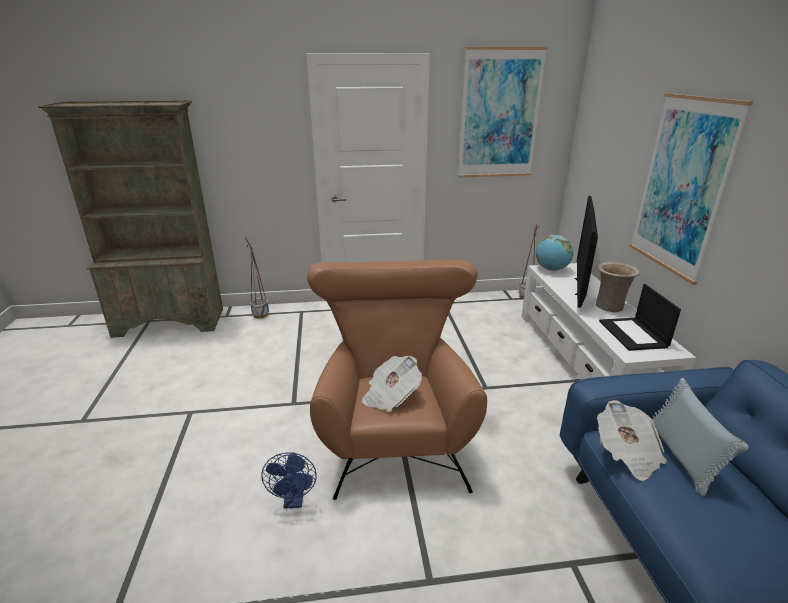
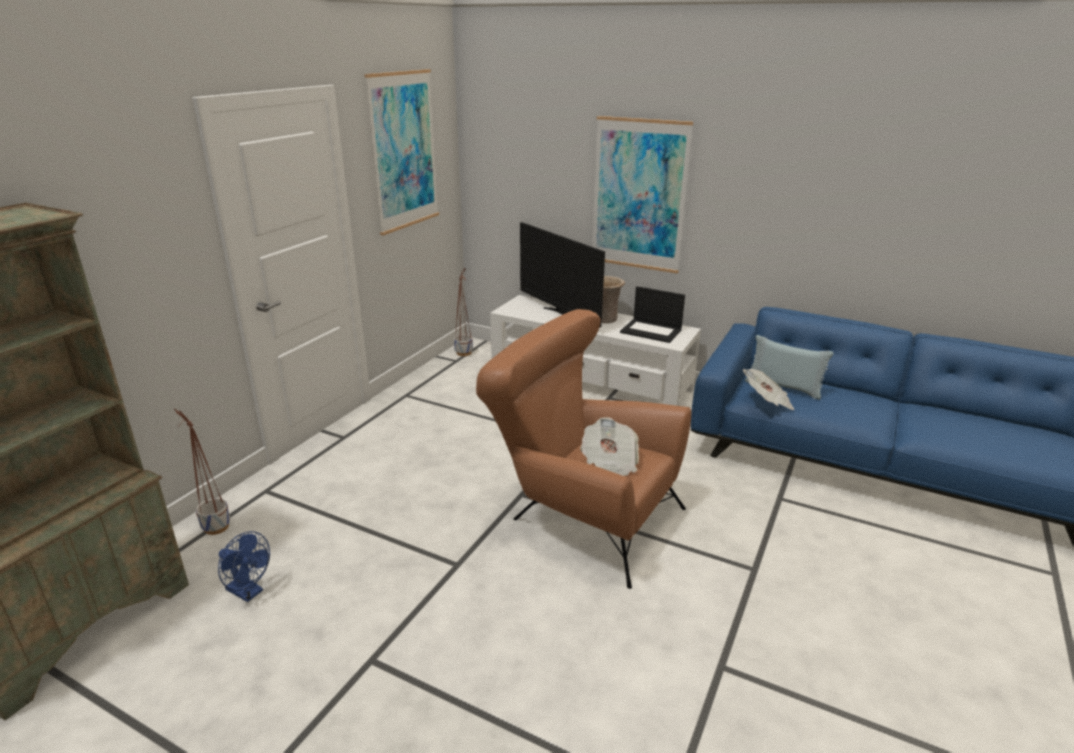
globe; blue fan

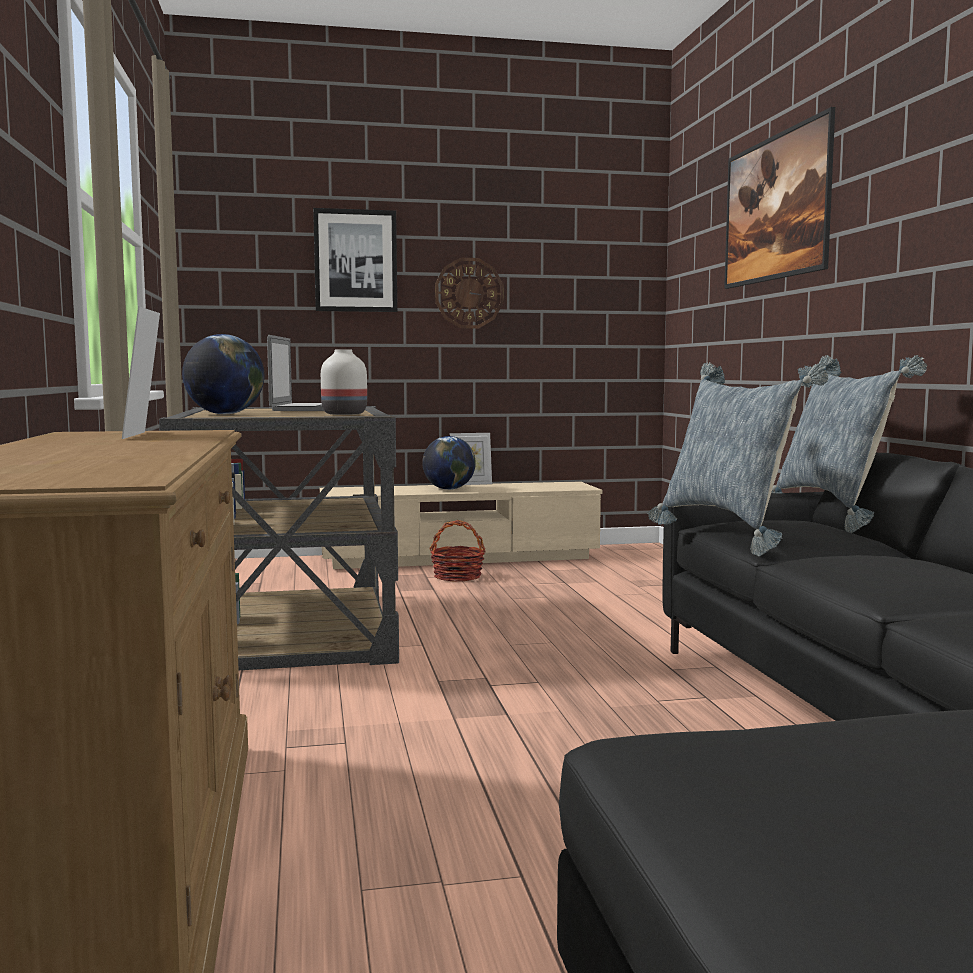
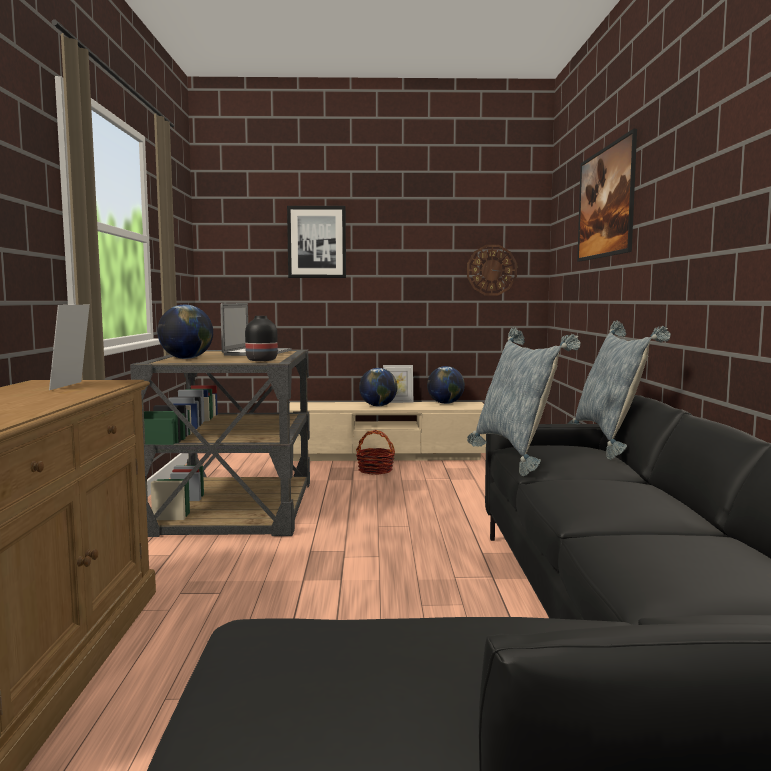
globe (3rd from left); wall clock; black vase

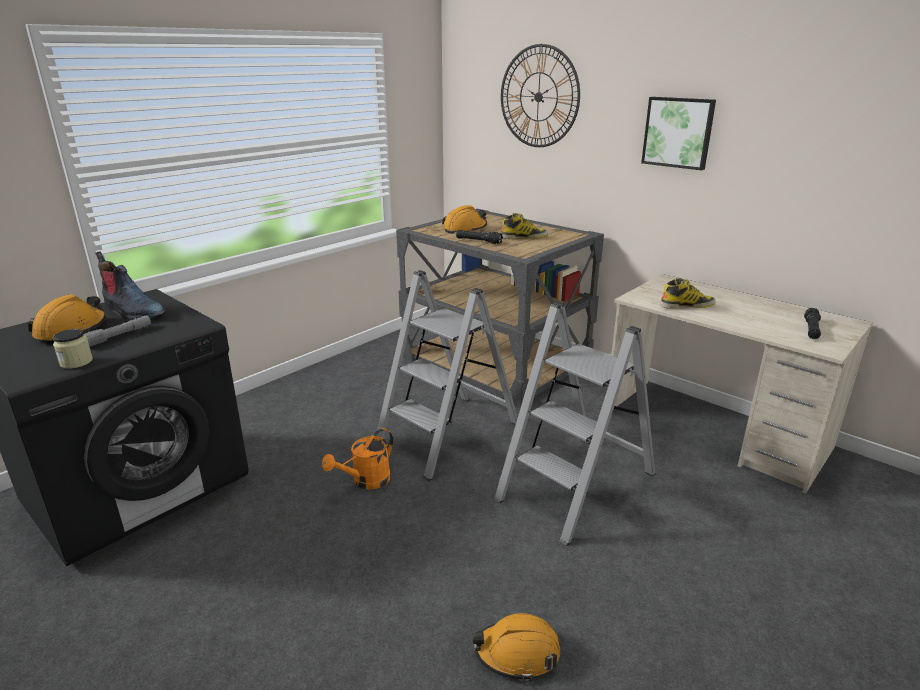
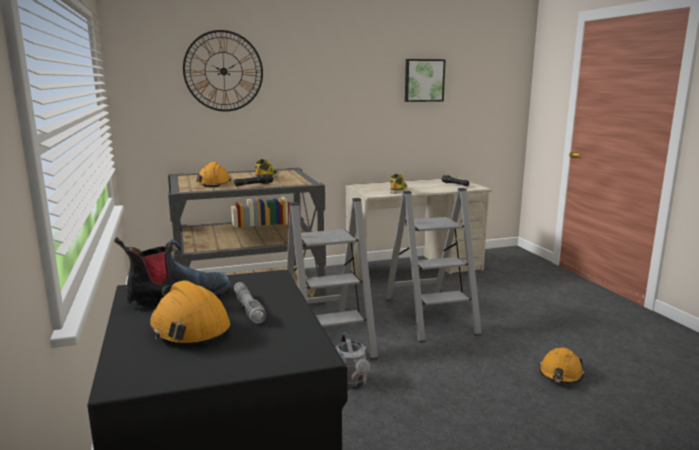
jar; picture; grey watering can

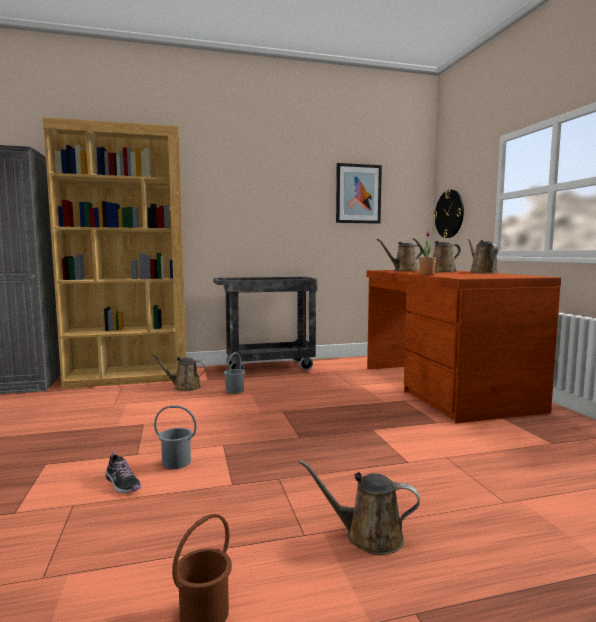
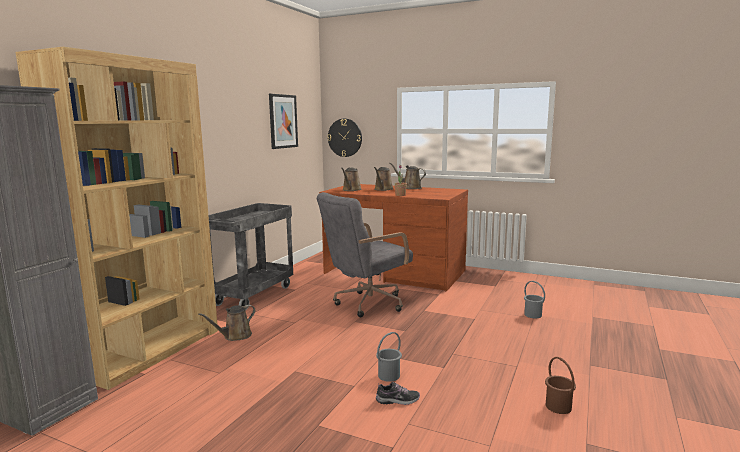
brown watering can (2nd from left in the first image); grey office chair; grey bucket (2nd from left)

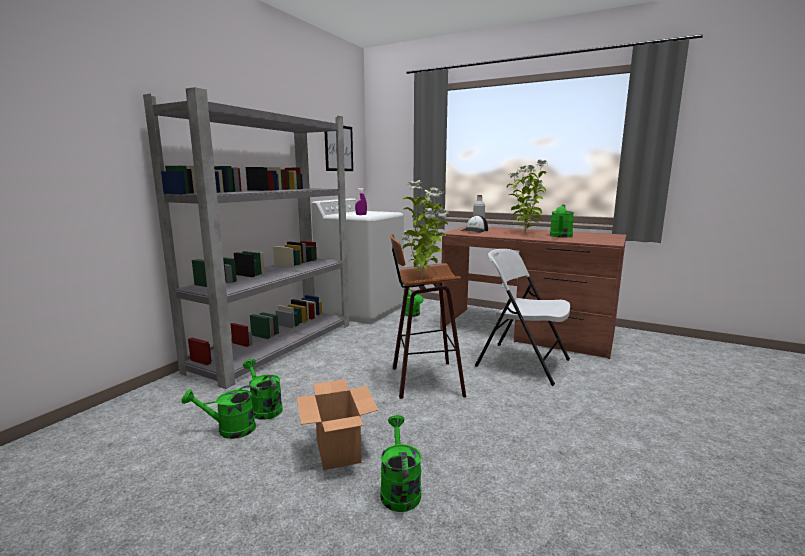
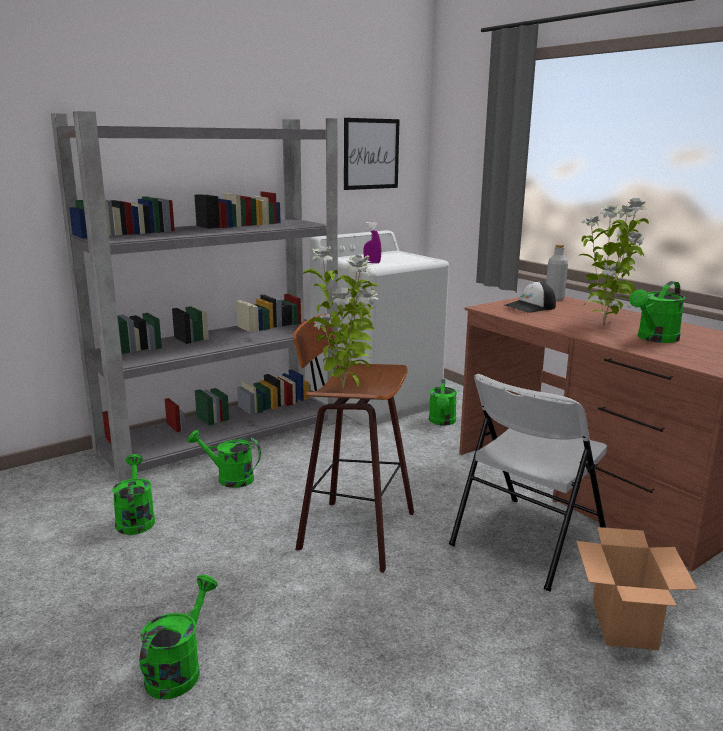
green watering can (3rd from left); cardboard box; white chair

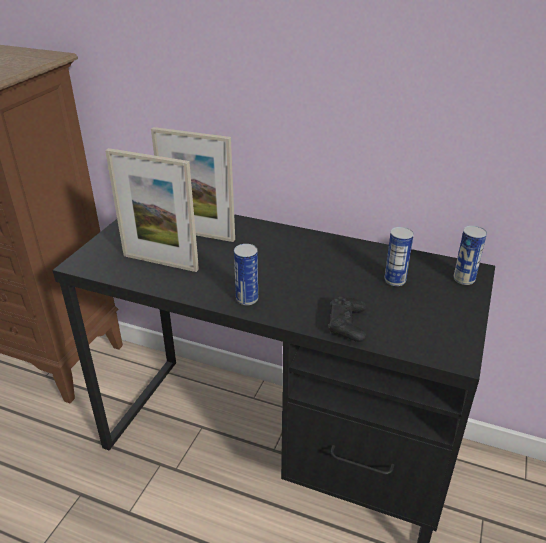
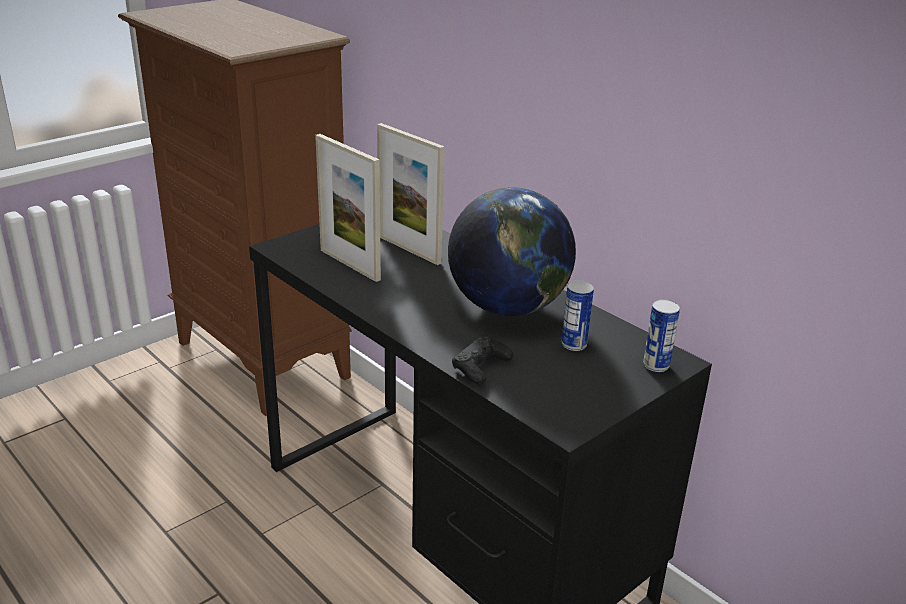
can (1st from left in the first image); globe

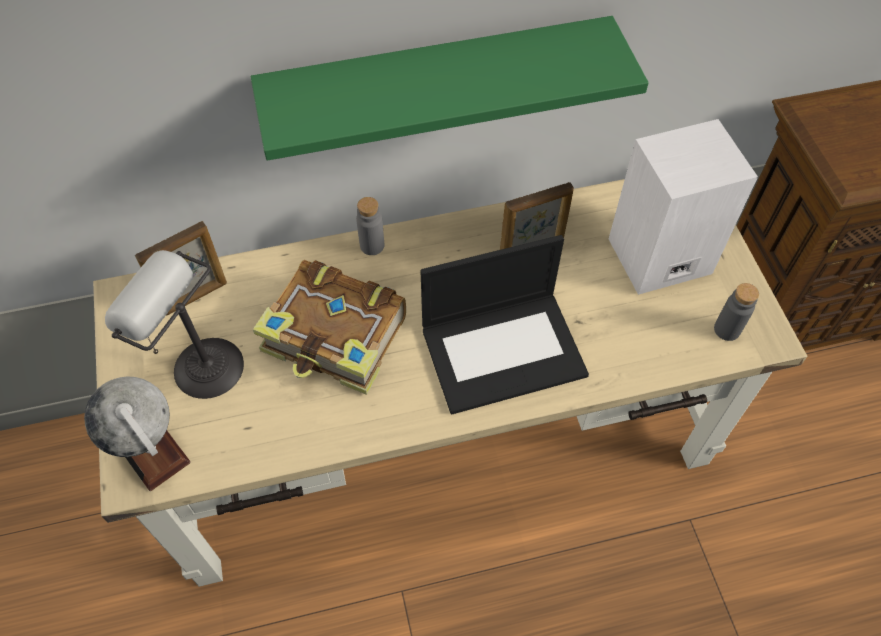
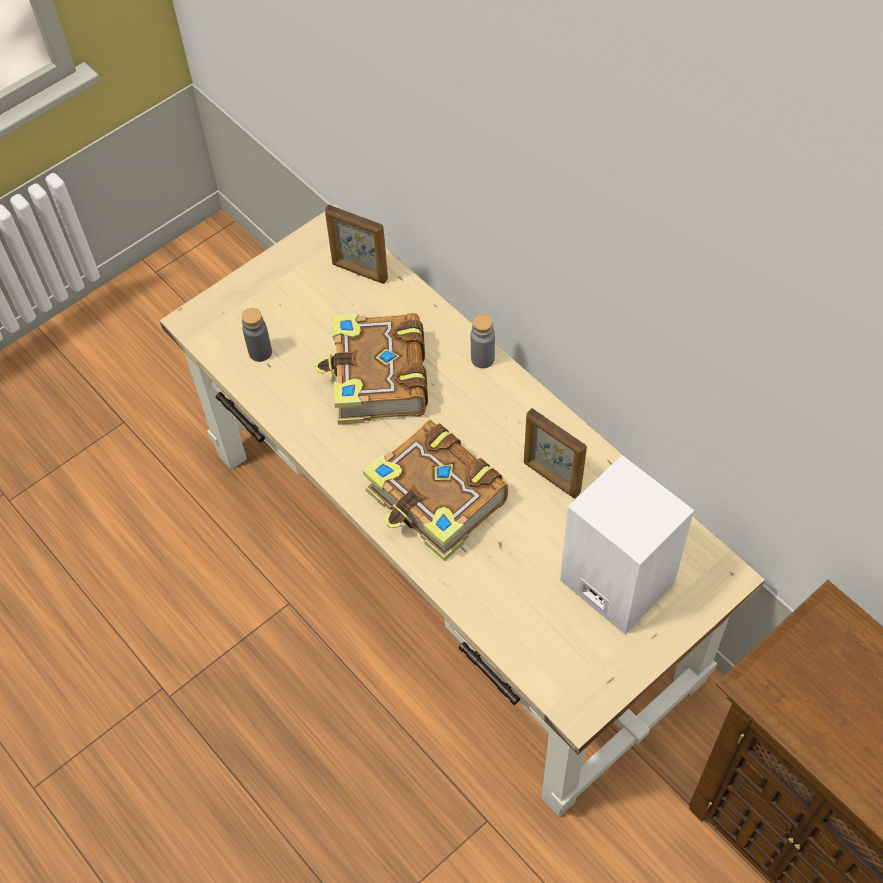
globe; table lamp; green shelf; grey bottle (1st from left); book (2nd from left)

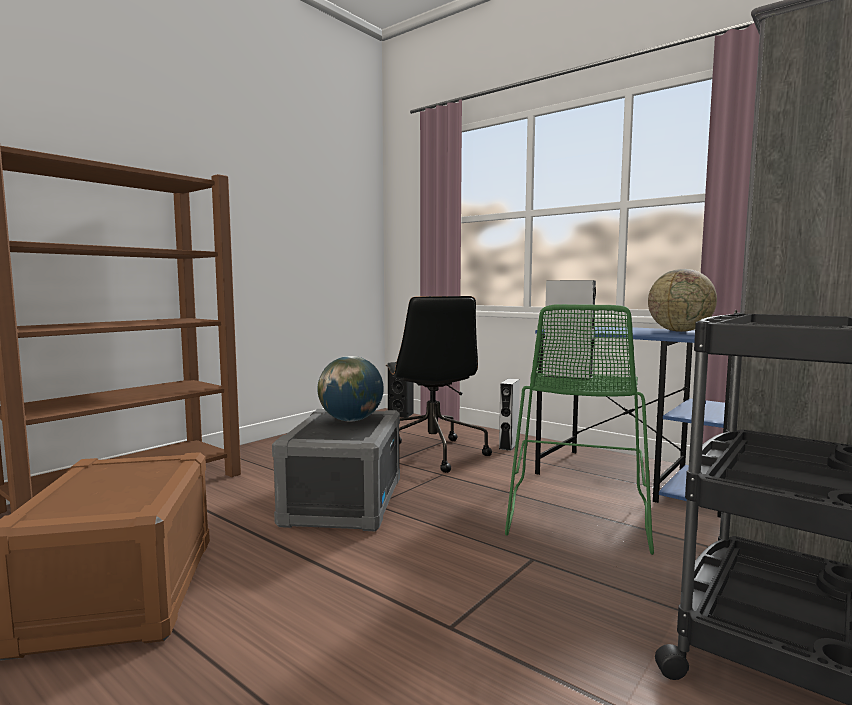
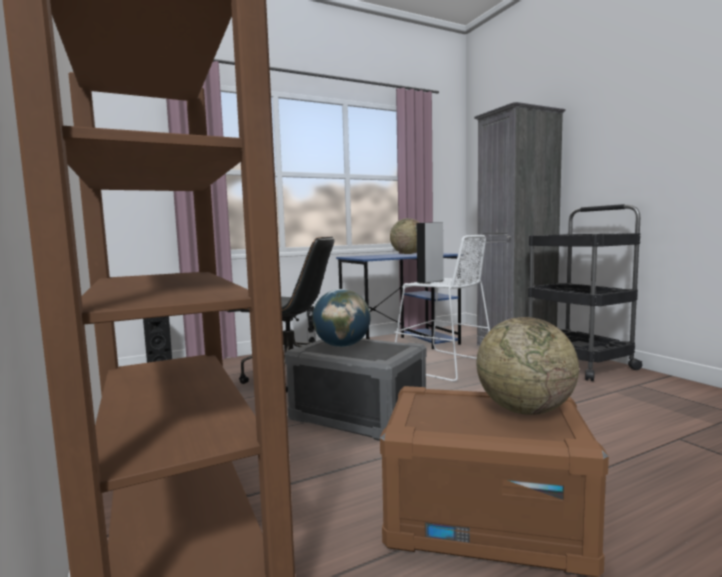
globe (3rd from left); white stool

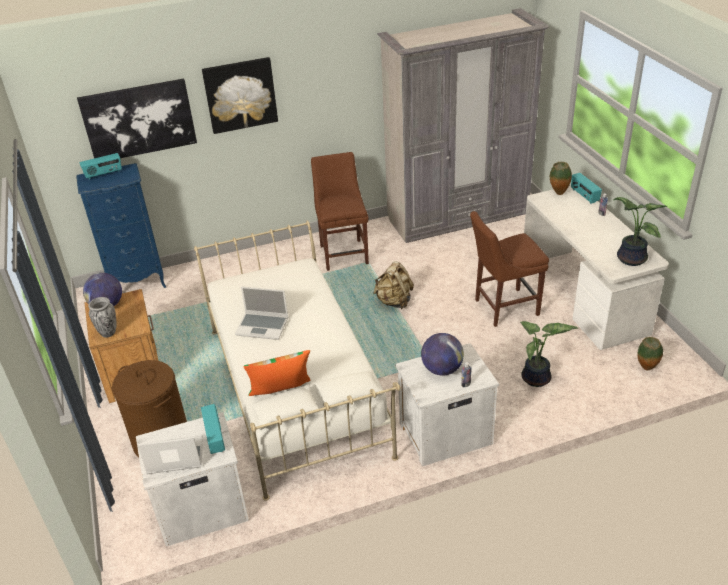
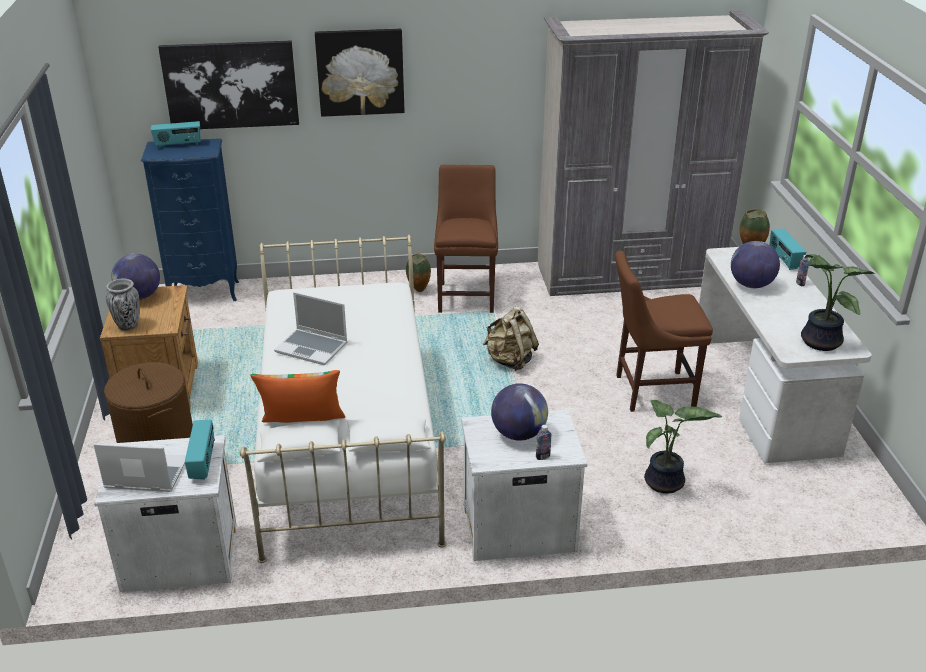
globe (3rd from left); vase (2nd from left)

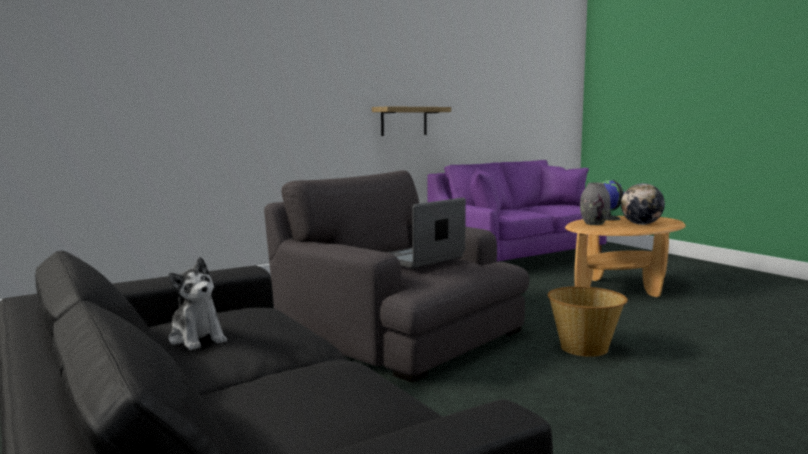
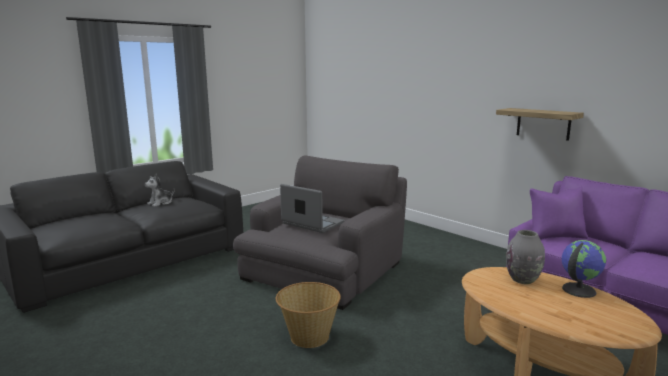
globe (2nd from left in the first image)

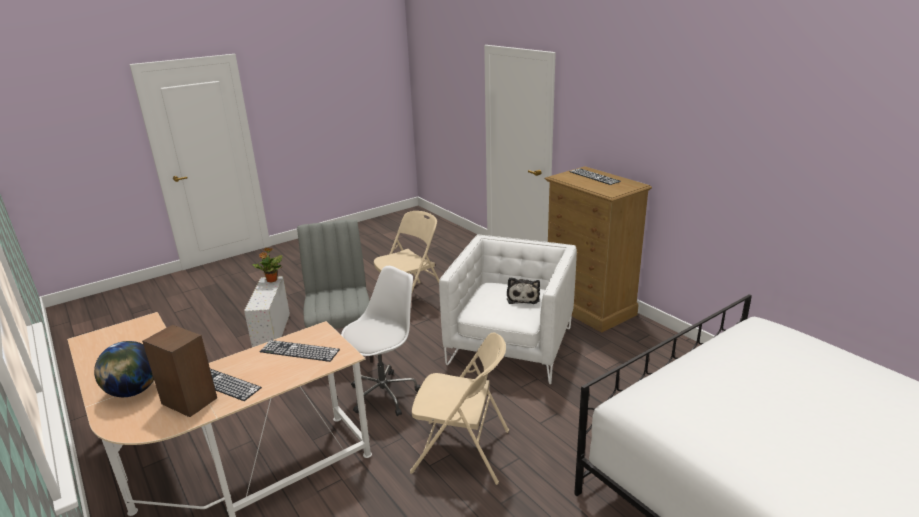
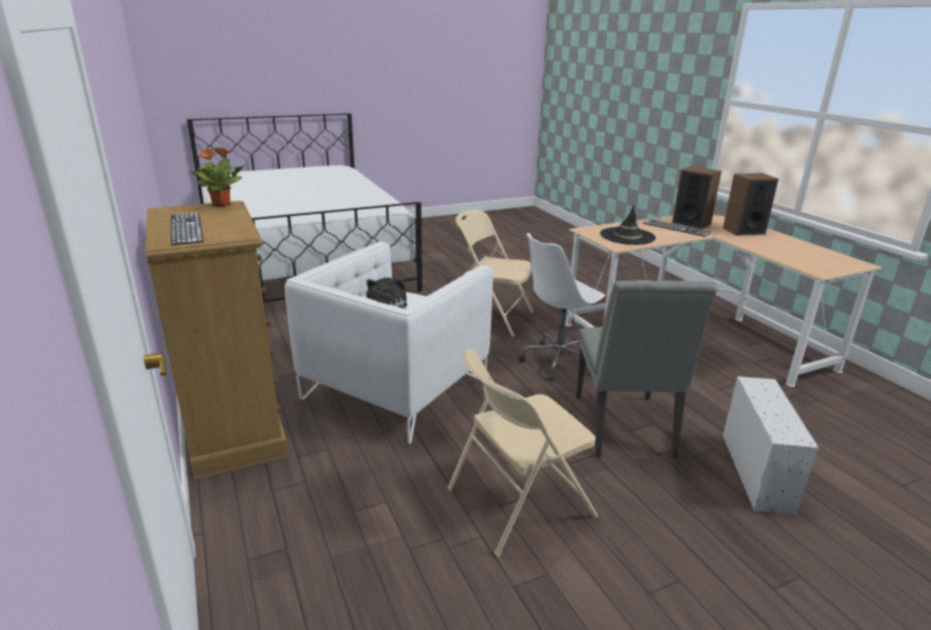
potted plant; speaker (2nd from left); black hat

